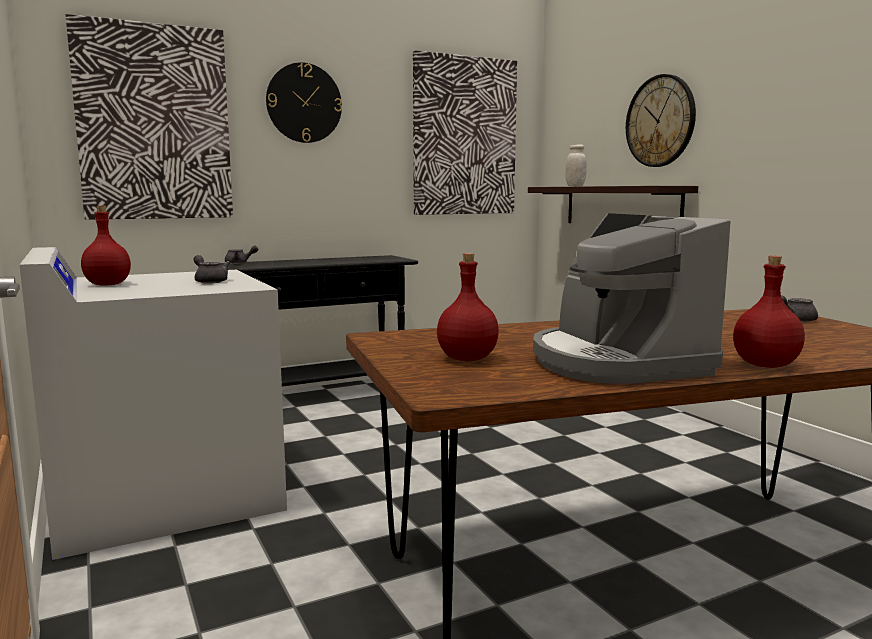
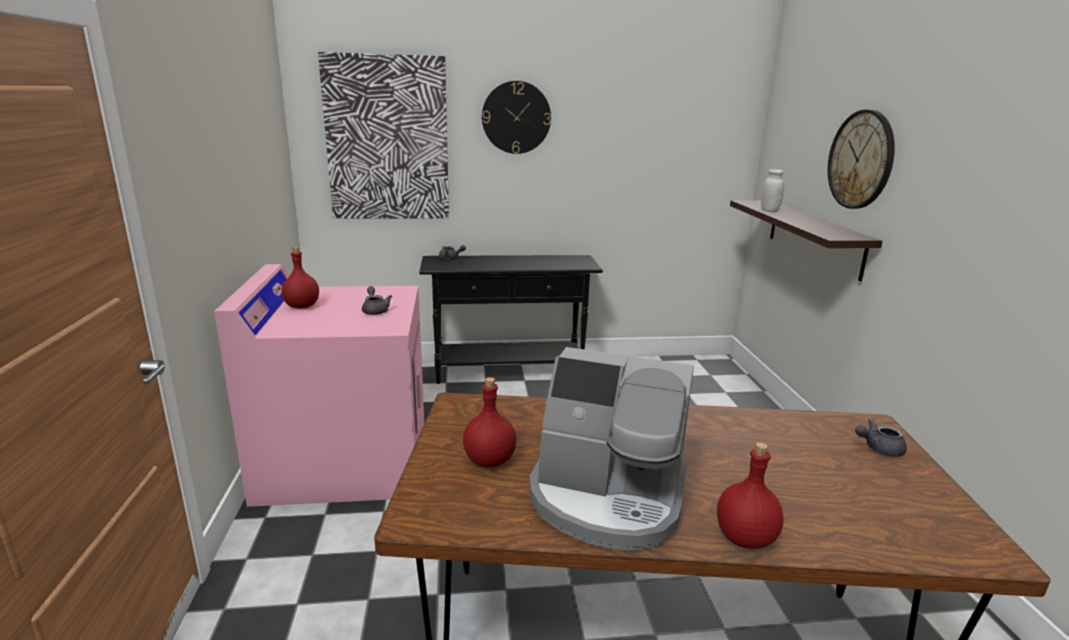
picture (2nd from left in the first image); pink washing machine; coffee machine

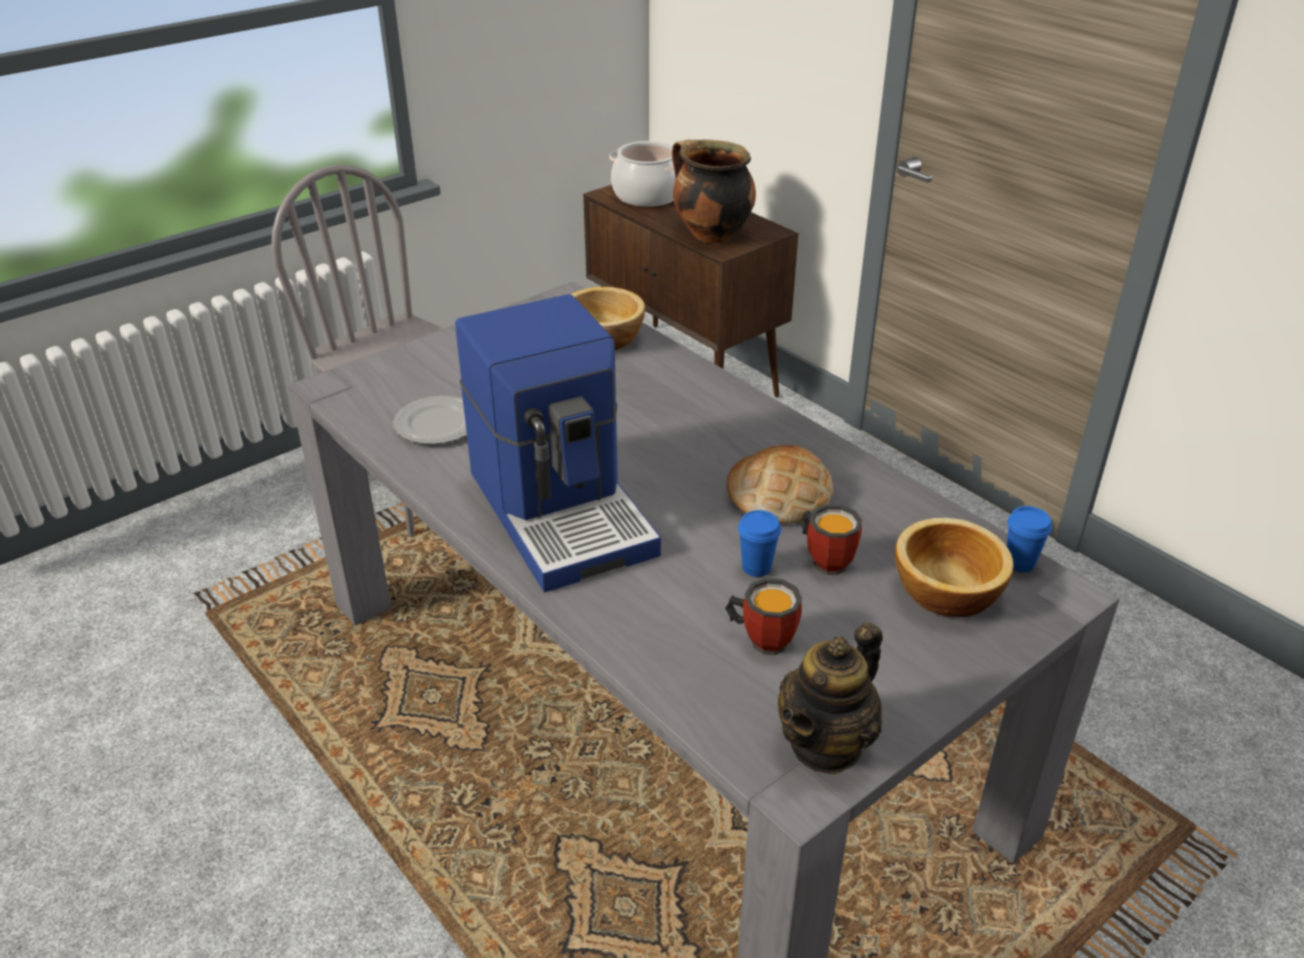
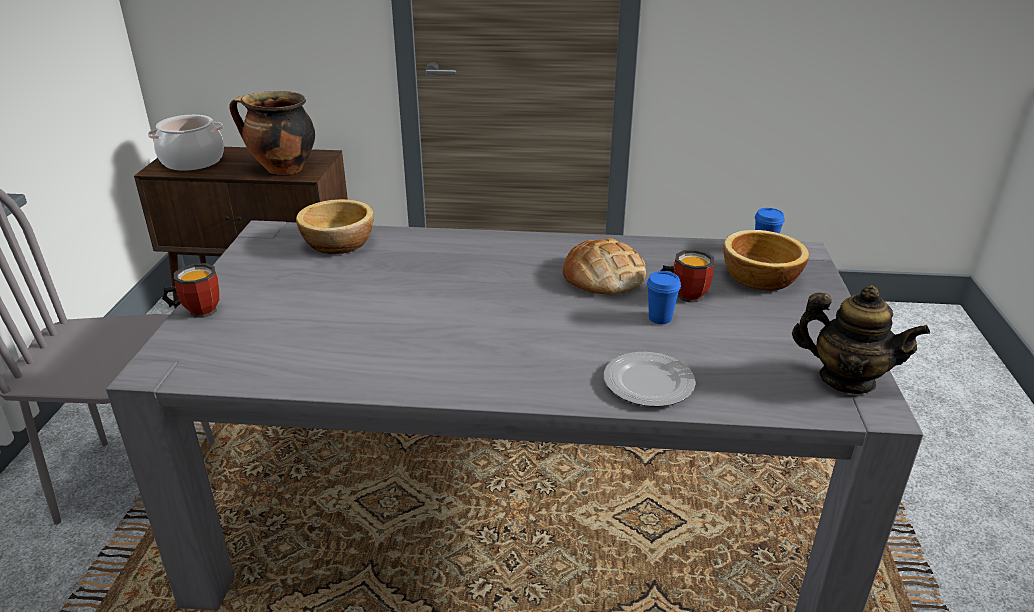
coffee machine; plate; mug (1st from left); teapot

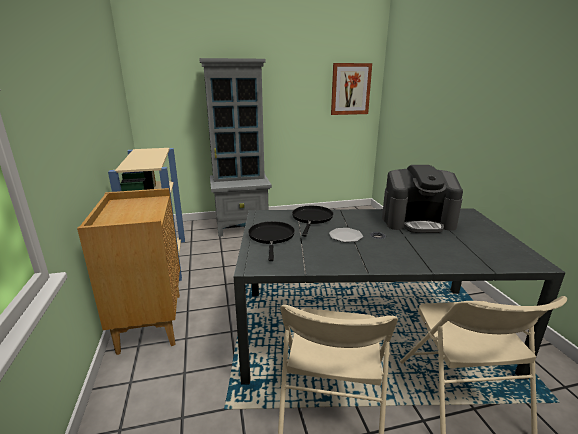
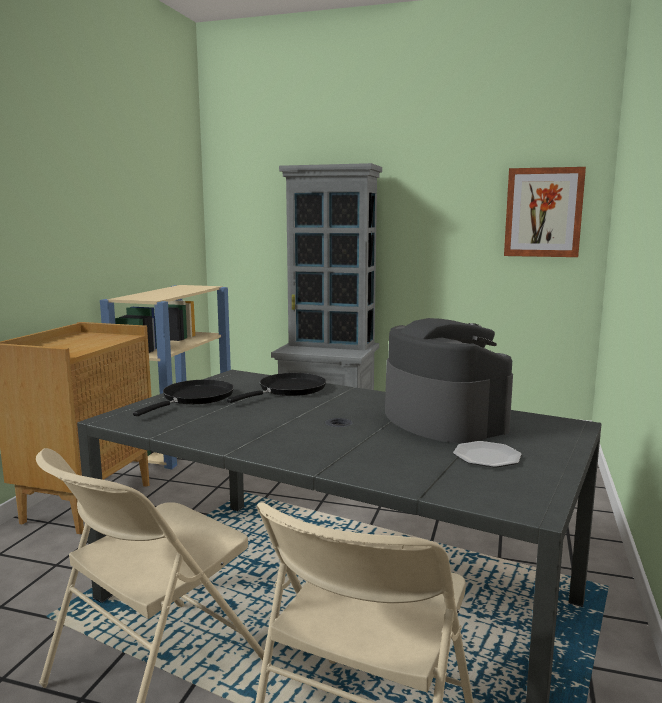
plate; coffee machine

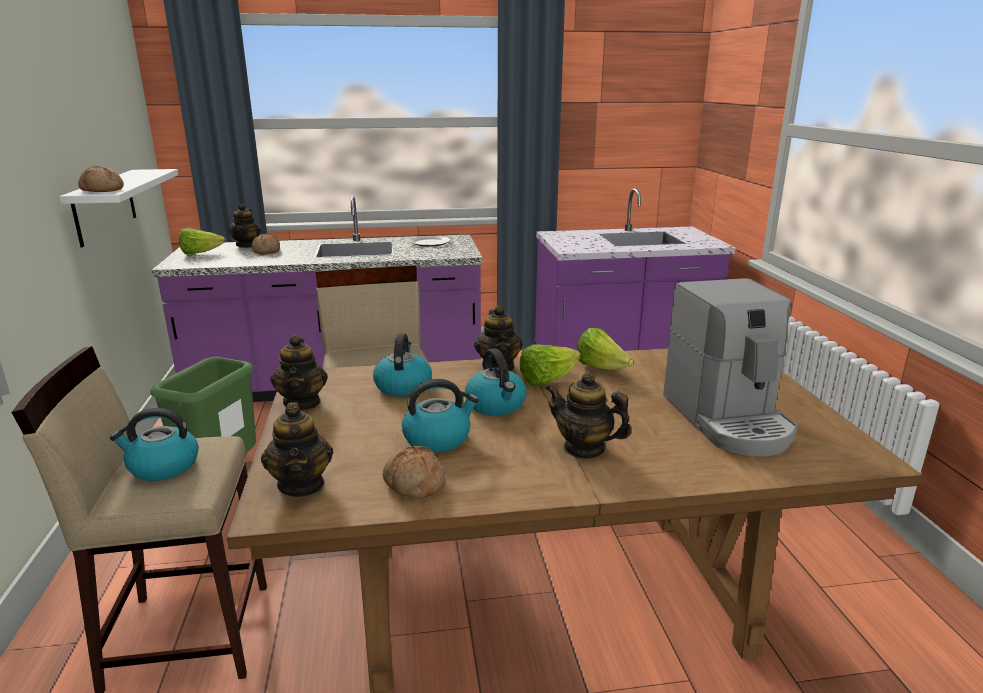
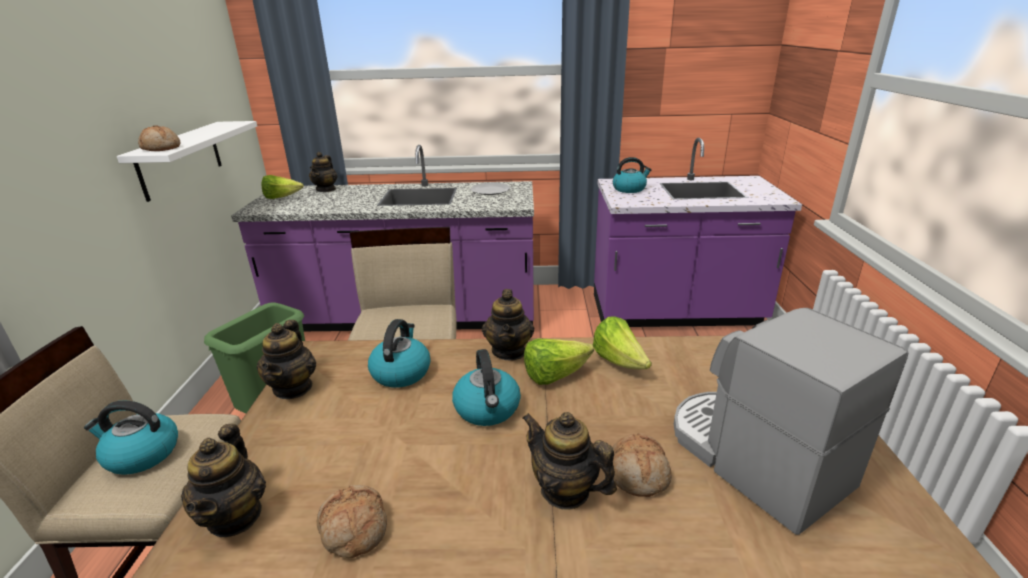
bread (3rd from left); kettle (4th from left); coffee machine

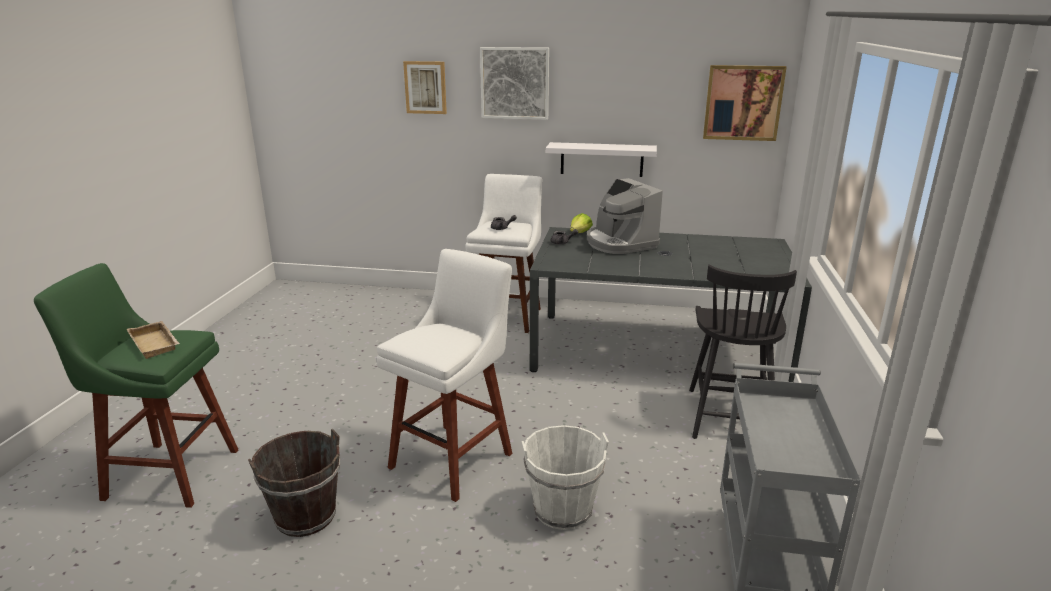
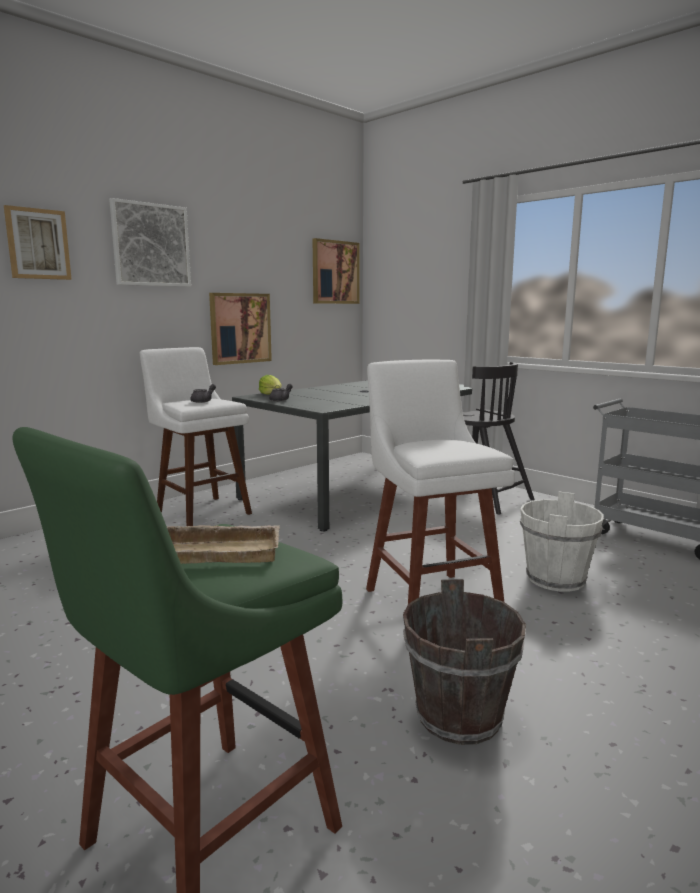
coffee machine; picture (3rd from left)

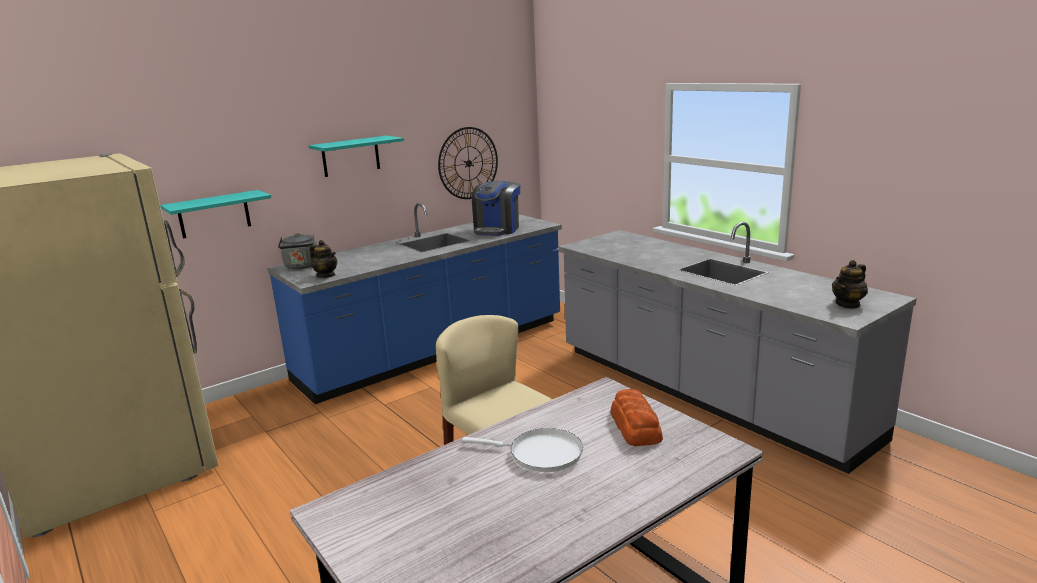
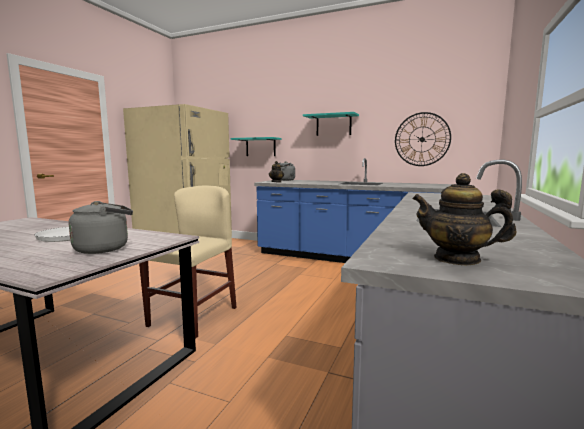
coffee machine; grey kettle (1st from left)

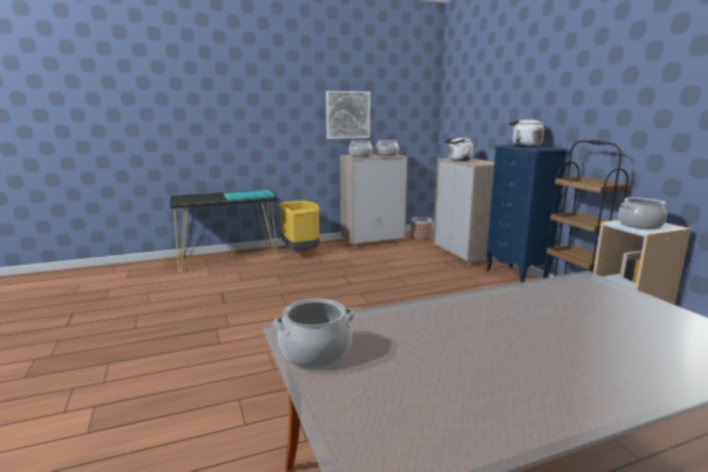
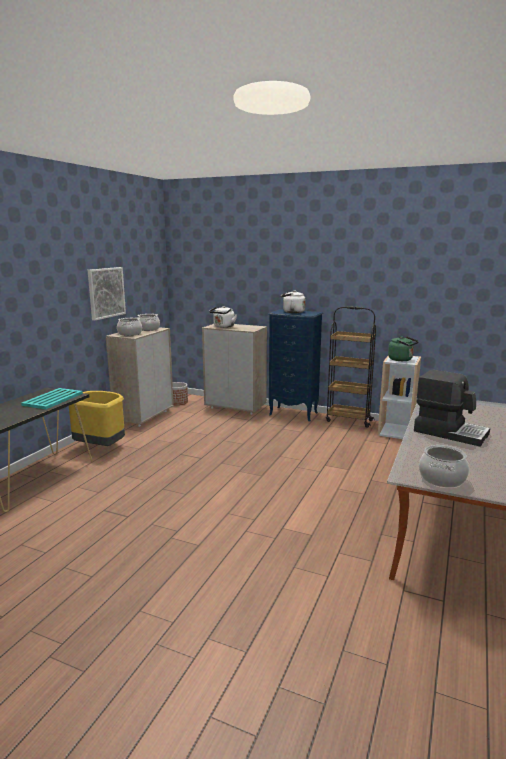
coffee machine; green kettle

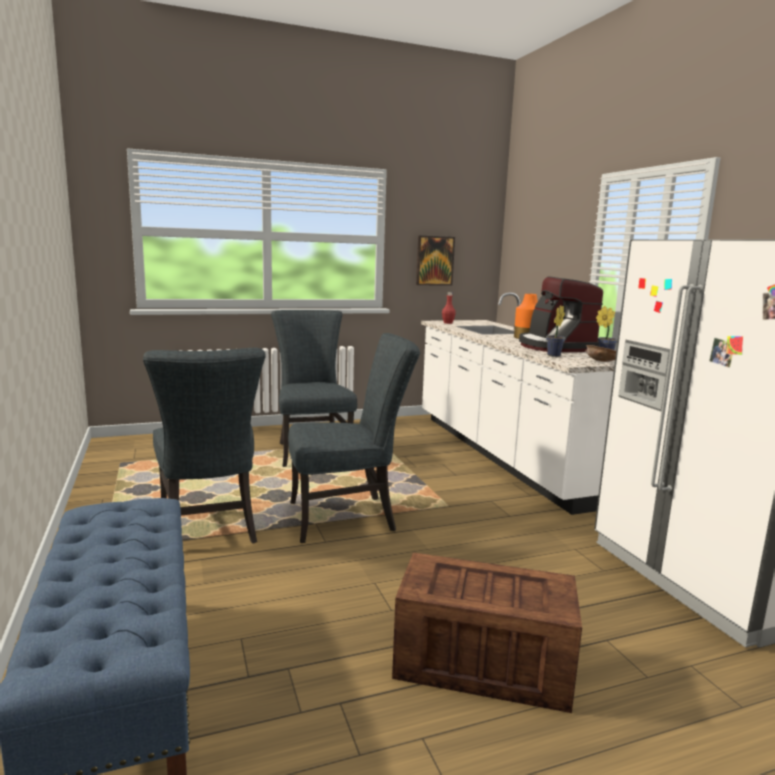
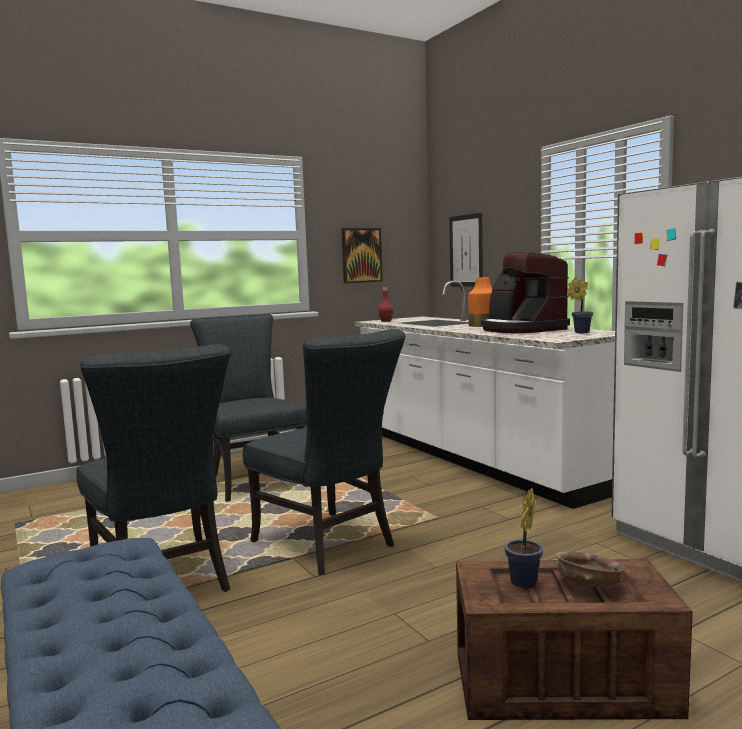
picture (2nd from left); potted plant (1st from left); brown bowl; grey chair (3rd from left)

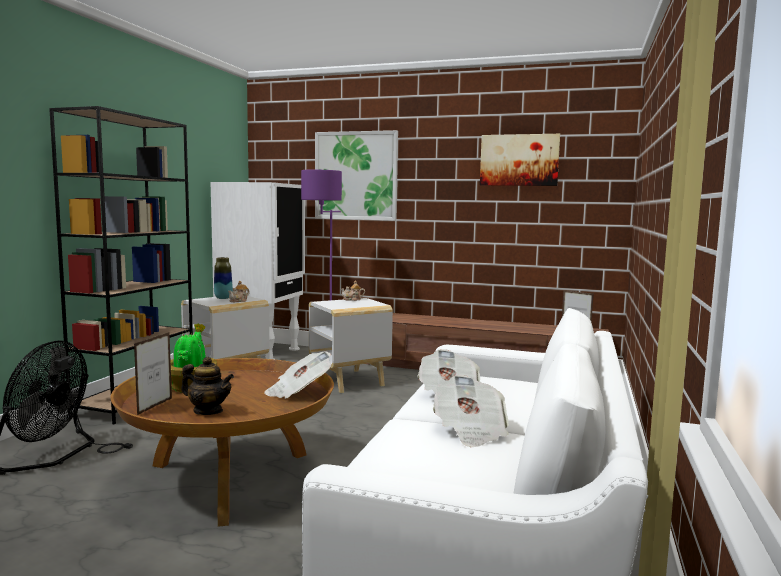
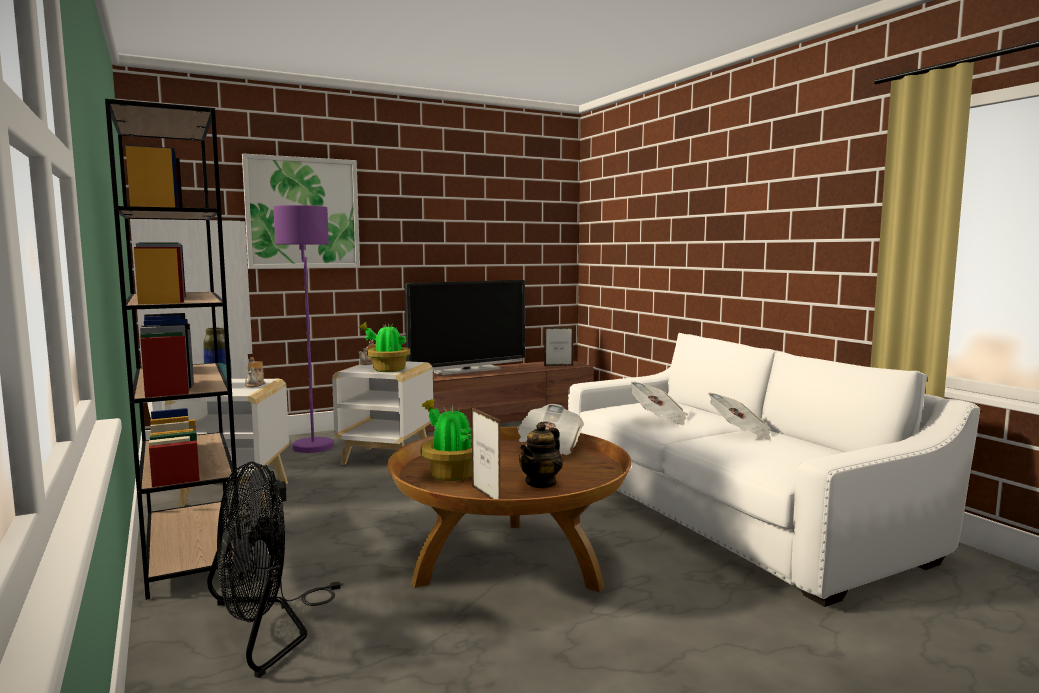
picture (2nd from left in the first image); potted plant (1st from left); television; teapot (3rd from left)

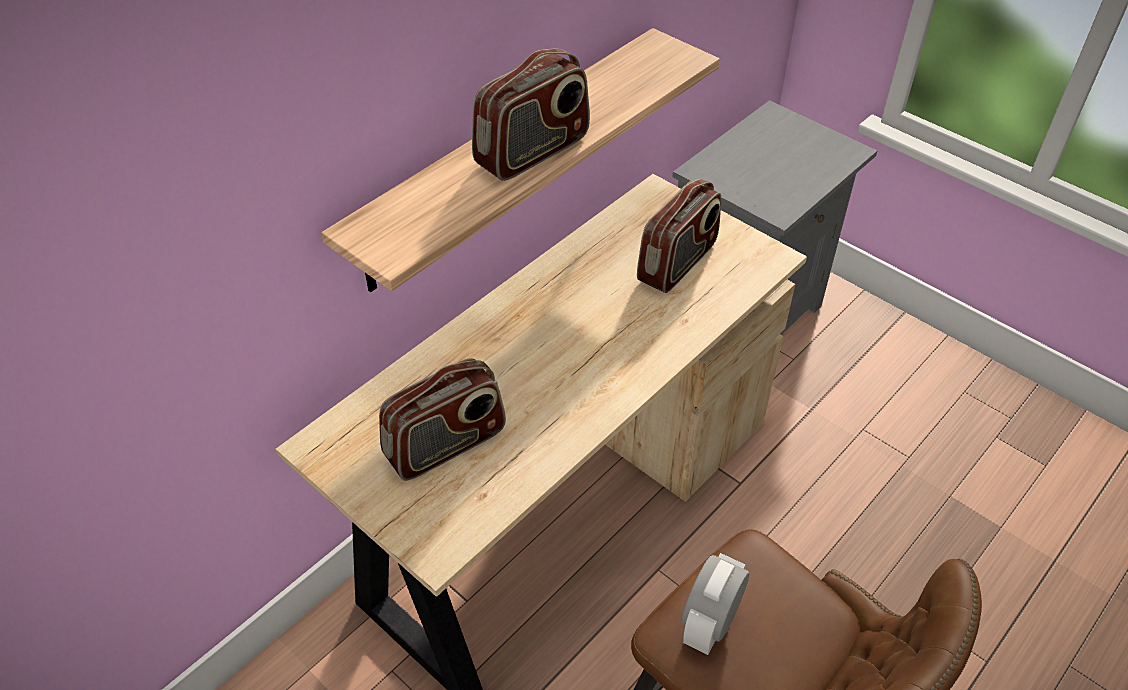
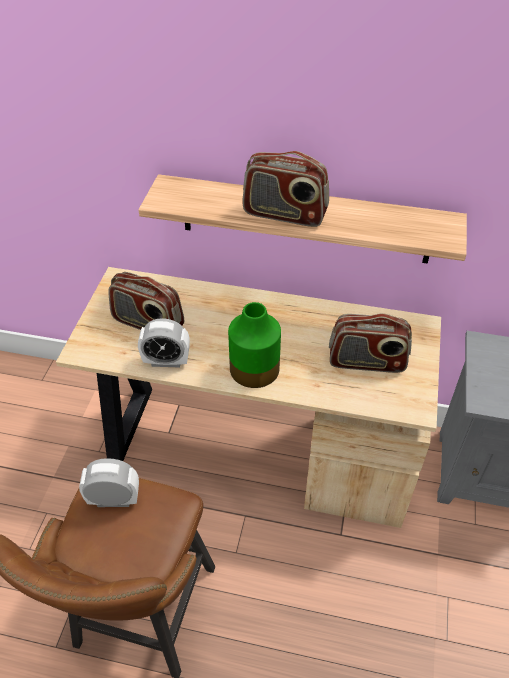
alarm clock (2nd from left); green vase

